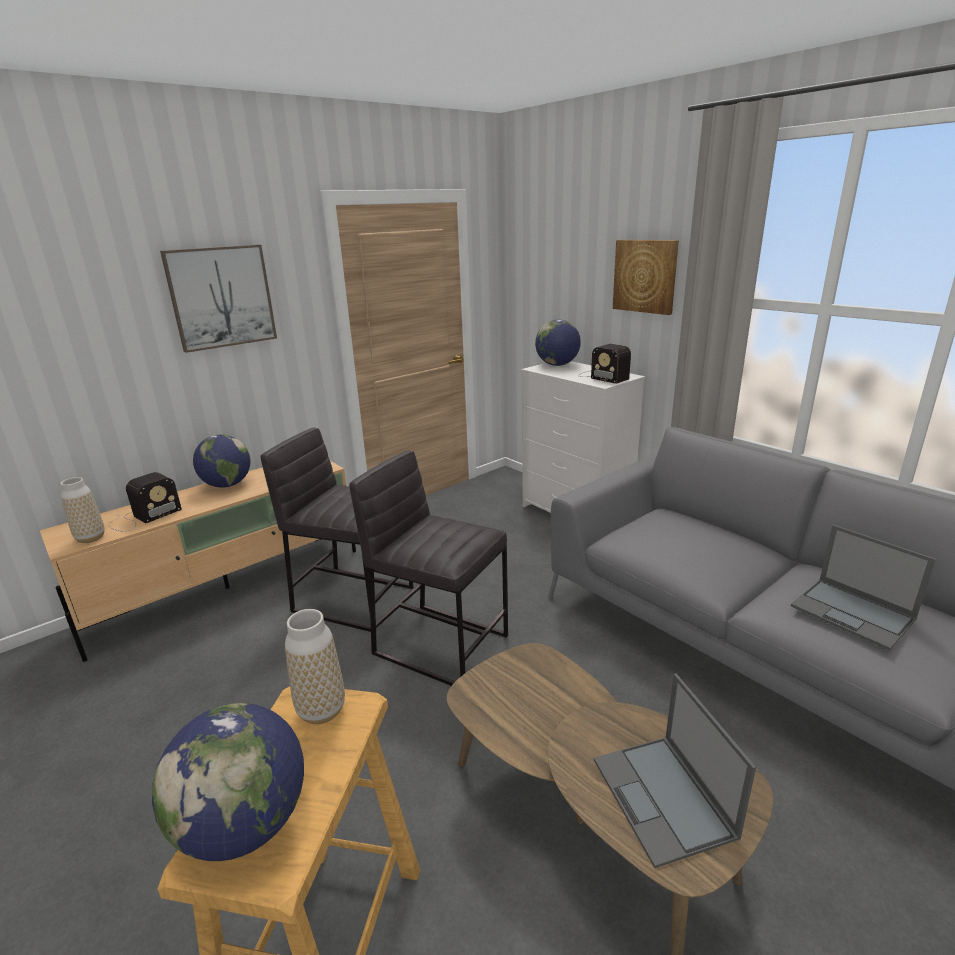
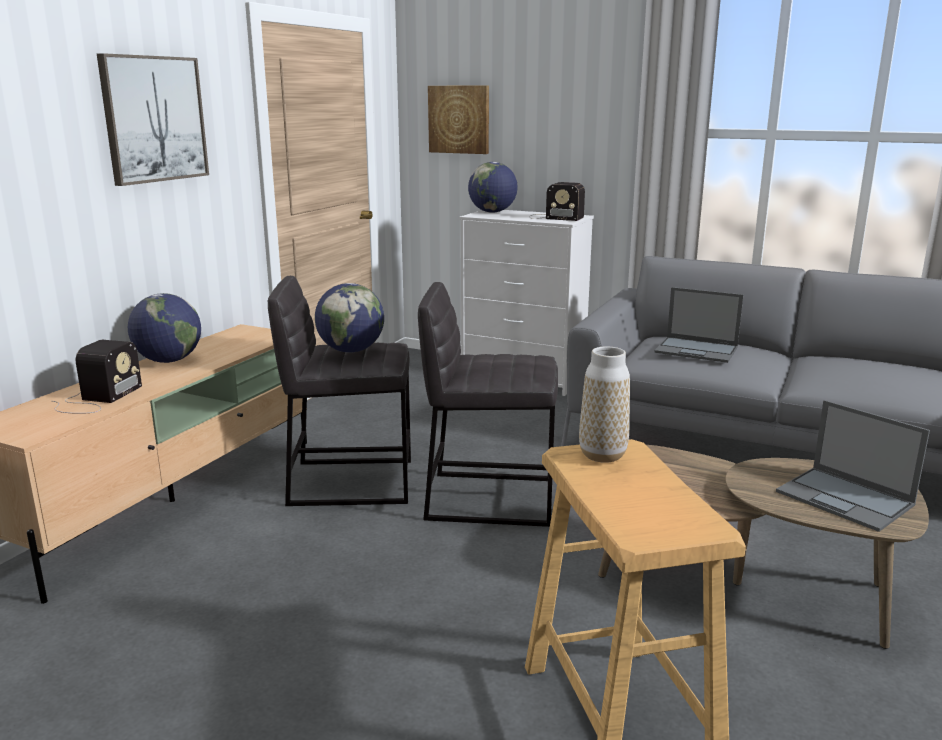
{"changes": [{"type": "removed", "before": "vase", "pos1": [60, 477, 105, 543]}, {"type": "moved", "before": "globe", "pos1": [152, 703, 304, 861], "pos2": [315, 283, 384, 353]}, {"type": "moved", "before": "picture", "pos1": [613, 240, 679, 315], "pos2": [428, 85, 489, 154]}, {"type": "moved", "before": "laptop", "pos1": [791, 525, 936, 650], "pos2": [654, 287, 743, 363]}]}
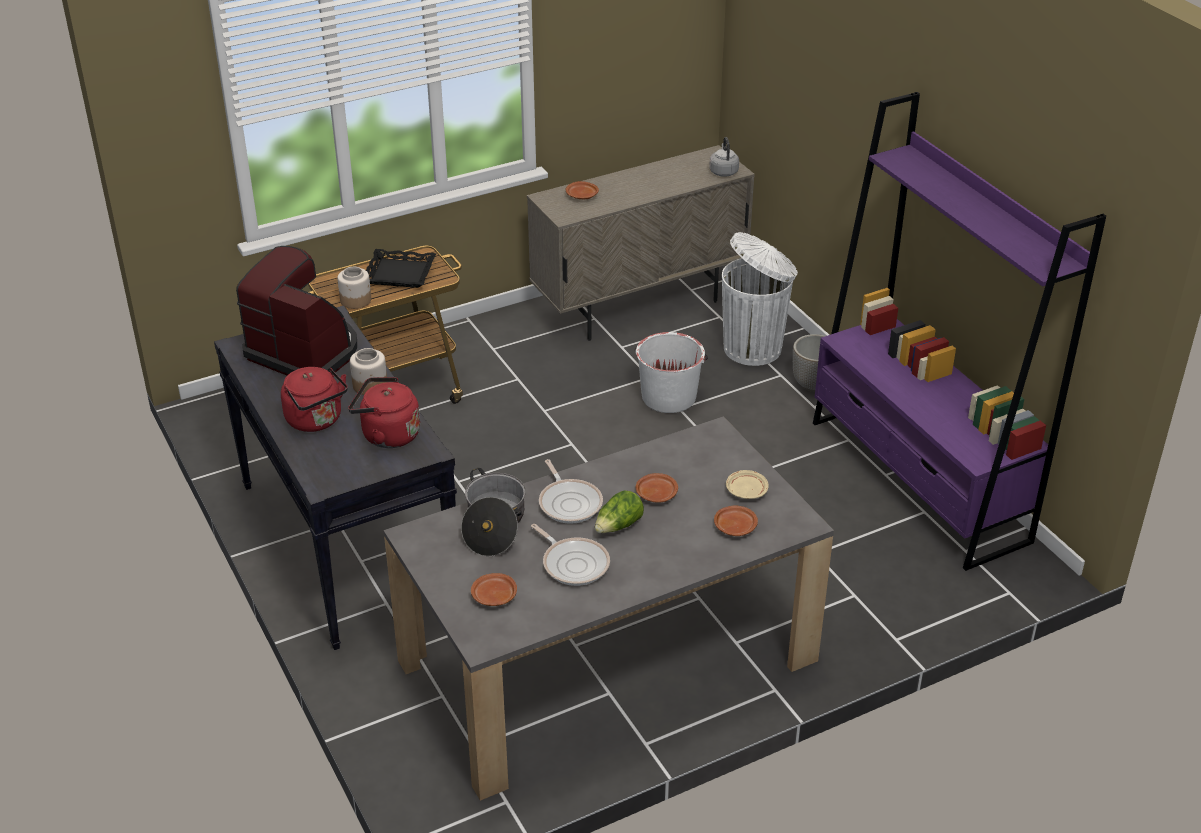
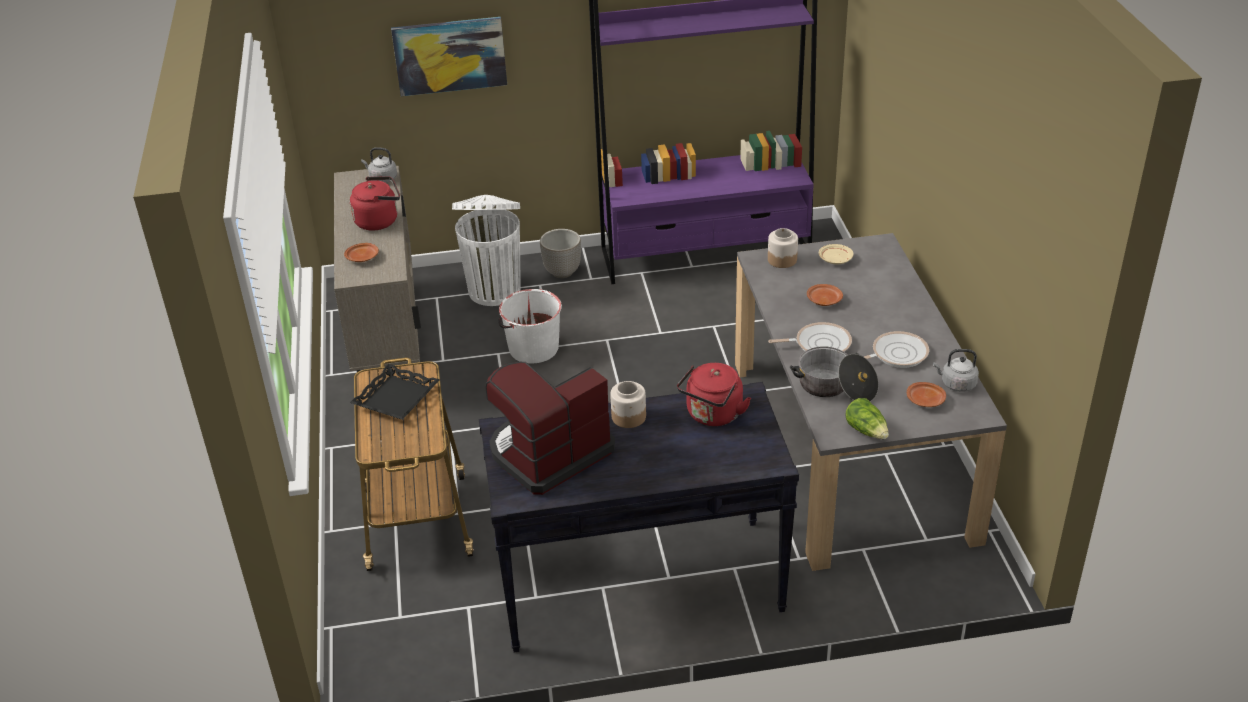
{"changes": [{"type": "removed", "before": "brown plate", "pos1": [714, 506, 758, 536]}, {"type": "added", "after": "picture", "pos2": [391, 17, 507, 96]}, {"type": "added", "after": "grey kettle", "pos2": [933, 349, 979, 392]}, {"type": "moved", "before": "red kettle", "pos1": [281, 367, 348, 432], "pos2": [350, 176, 400, 231]}, {"type": "moved", "before": "jar", "pos1": [337, 267, 371, 309], "pos2": [768, 228, 798, 268]}, {"type": "moved", "before": "lettuce", "pos1": [595, 491, 644, 533], "pos2": [845, 398, 889, 439]}]}
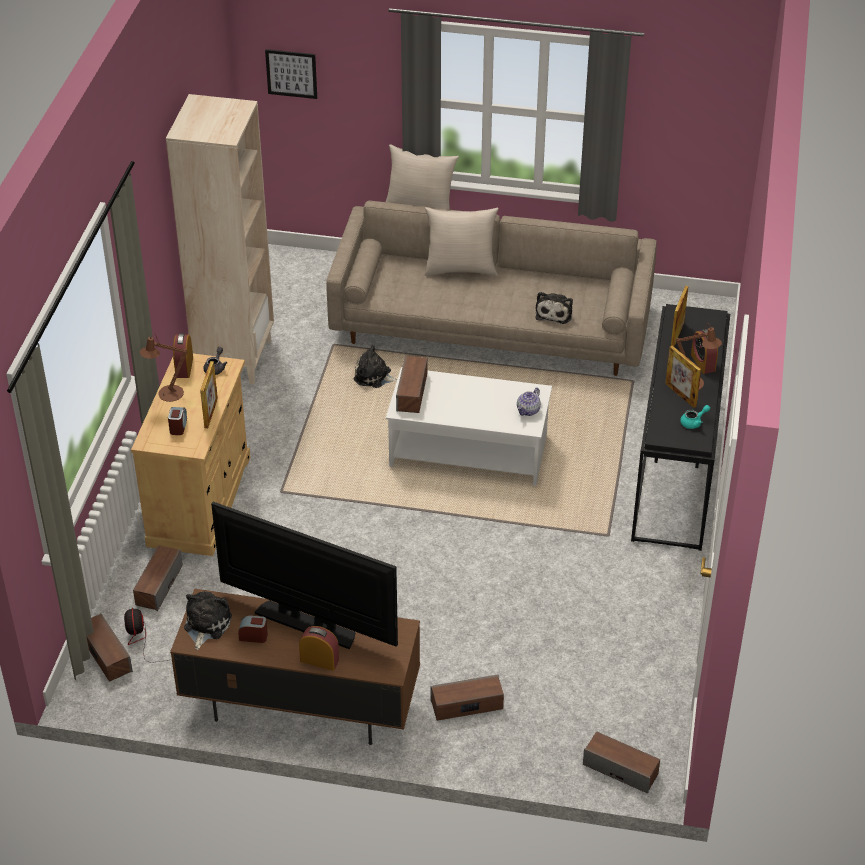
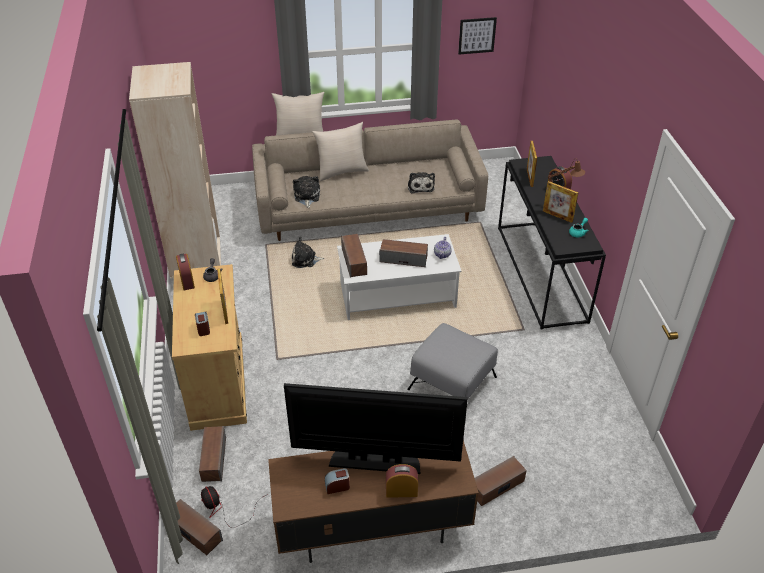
{"changes": [{"type": "removed", "before": "brown table lamp", "pos1": [140, 333, 188, 402]}, {"type": "added", "after": "grey ottoman", "pos2": [407, 323, 498, 399]}, {"type": "moved", "before": "plush toy", "pos1": [184, 591, 232, 650], "pos2": [293, 176, 320, 208]}, {"type": "moved", "before": "picture", "pos1": [265, 49, 317, 99], "pos2": [458, 17, 497, 54]}, {"type": "moved", "before": "speaker", "pos1": [583, 731, 660, 793], "pos2": [379, 239, 428, 267]}]}
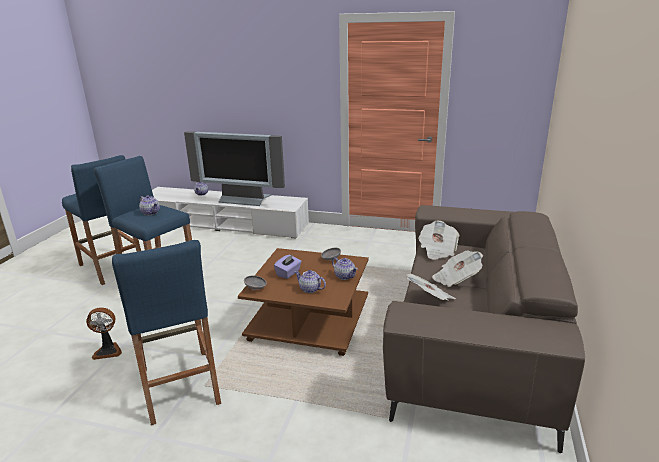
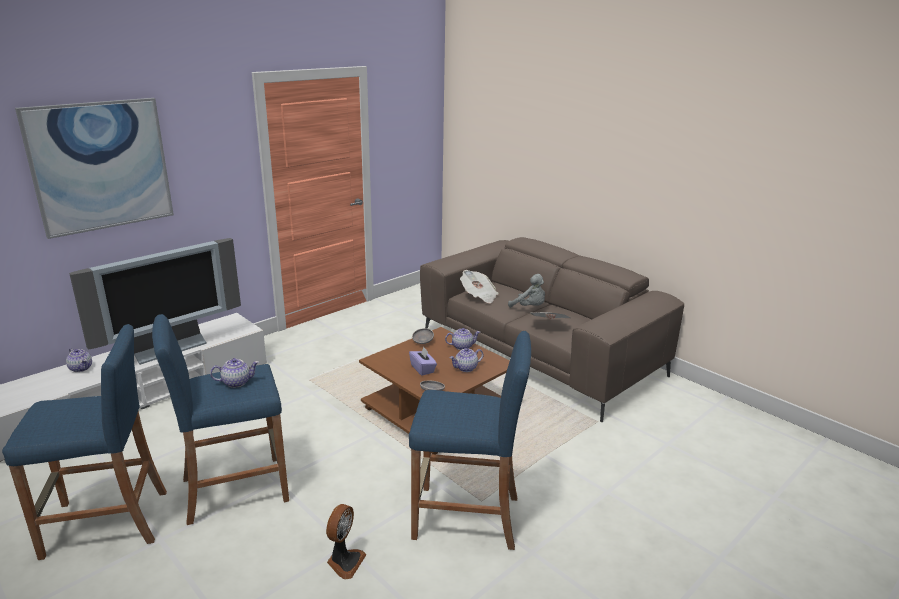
{"changes": [{"type": "added", "after": "picture", "pos2": [15, 98, 174, 239]}, {"type": "replaced", "before": "newspaper", "after": "grey plush toy", "pos1": [432, 250, 483, 287], "pos2": [508, 274, 545, 308]}]}
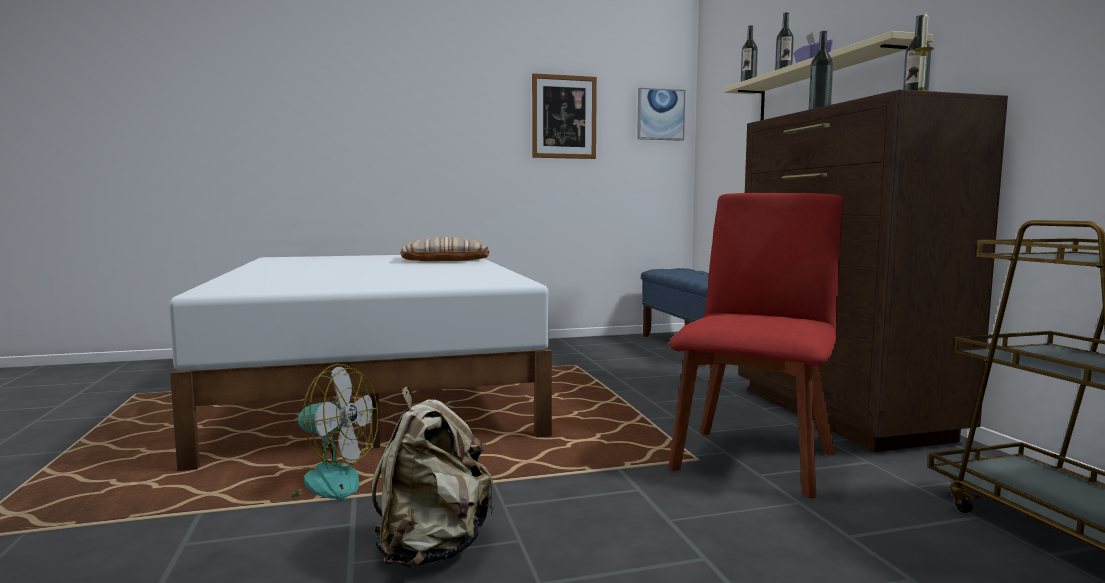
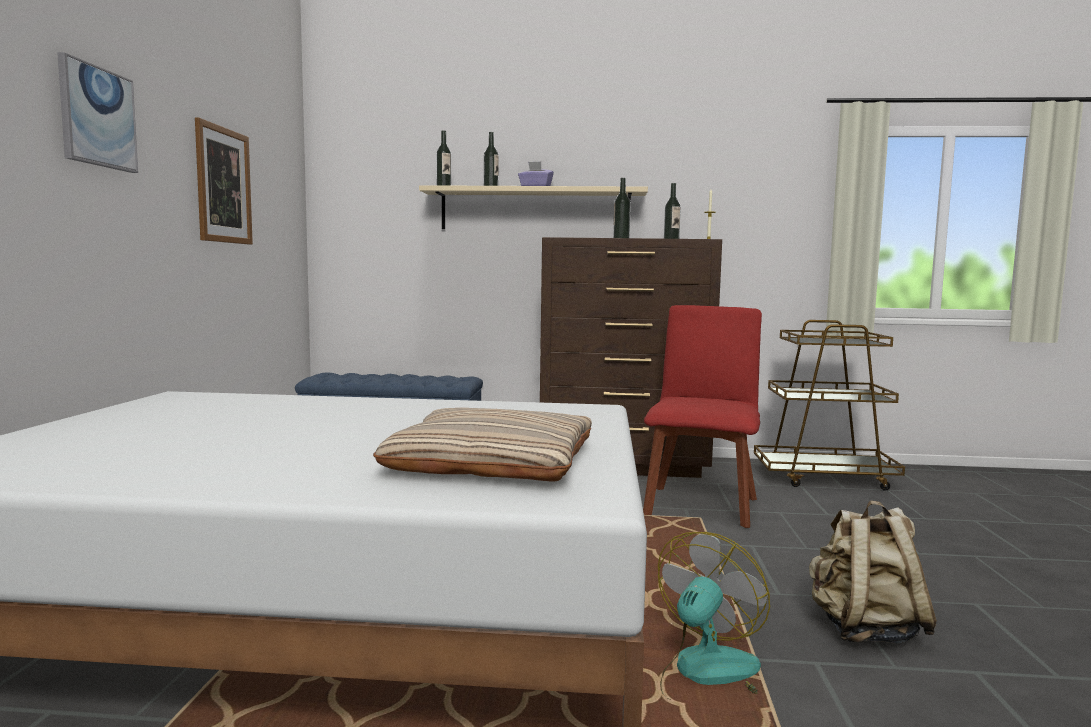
{"changes": [{"type": "moved", "before": "beige pillow", "pos1": [401, 237, 489, 261], "pos2": [373, 408, 592, 481]}, {"type": "moved", "before": "picture", "pos1": [637, 88, 685, 141], "pos2": [57, 52, 138, 173]}, {"type": "turned", "before": "red chair", "pos1": [668, 193, 843, 498], "pos2": [643, 305, 762, 528], "turn": 60}]}
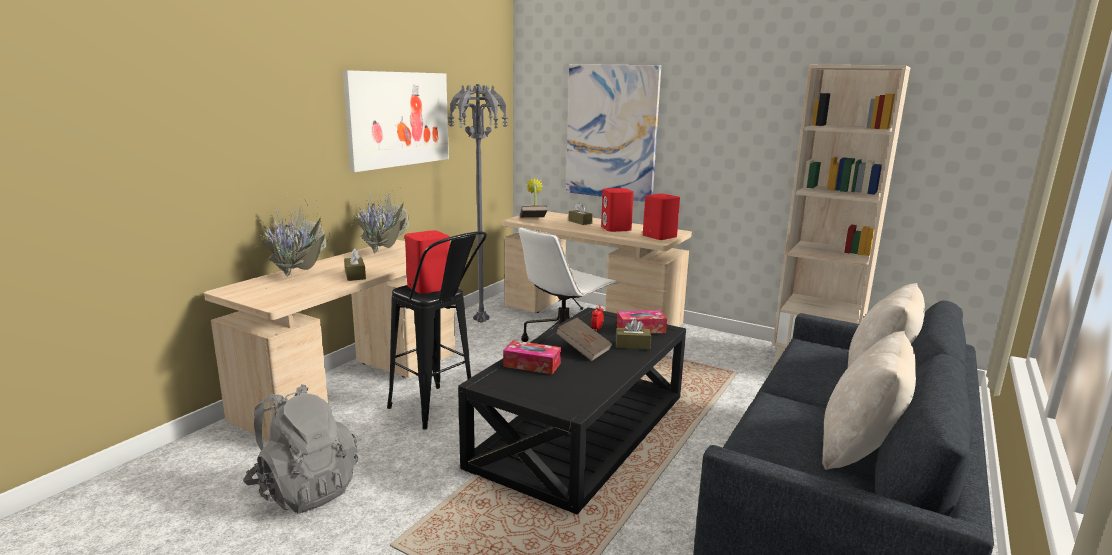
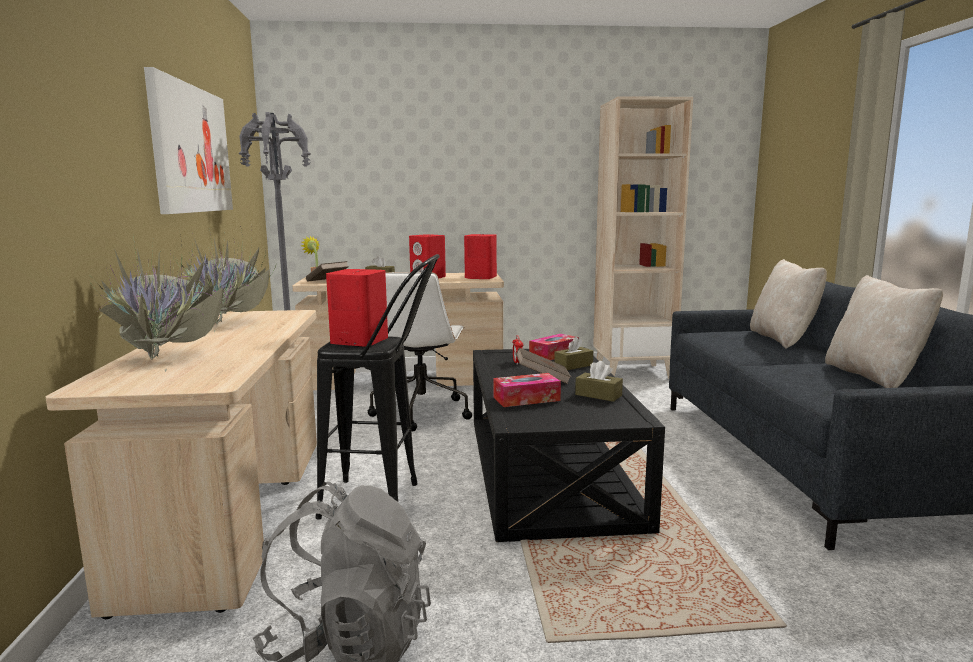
{"changes": [{"type": "removed", "before": "picture", "pos1": [566, 64, 661, 202]}, {"type": "moved", "before": "brown tissue box", "pos1": [344, 249, 366, 281], "pos2": [575, 361, 623, 402]}]}
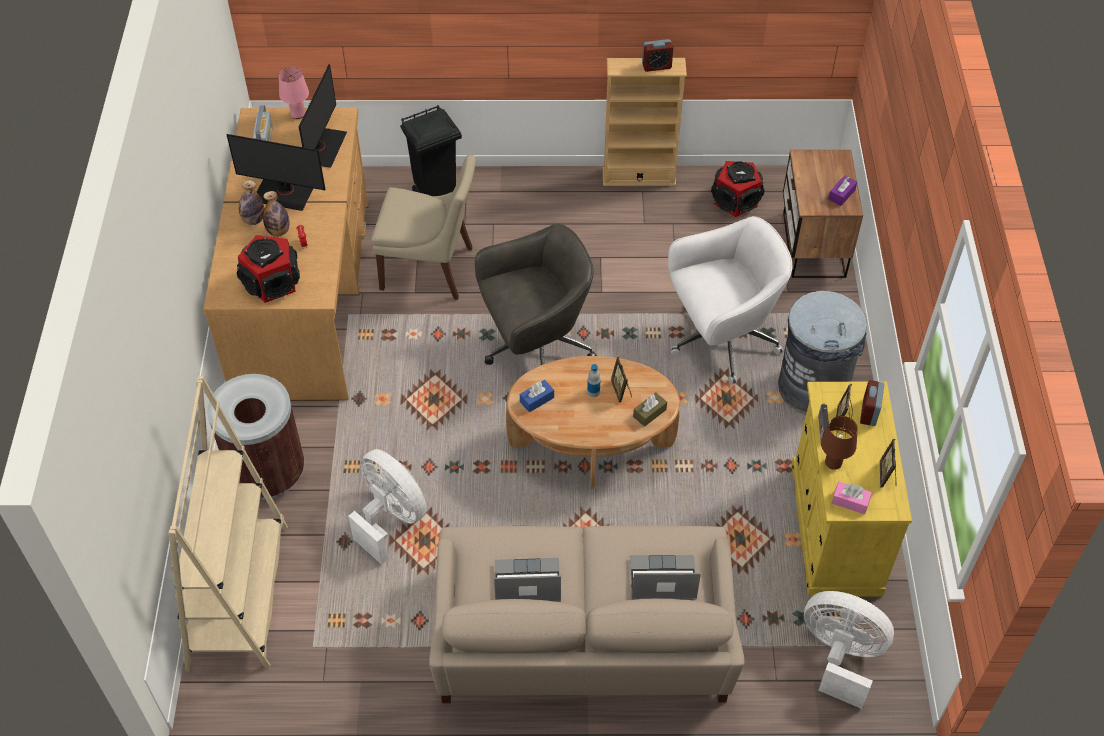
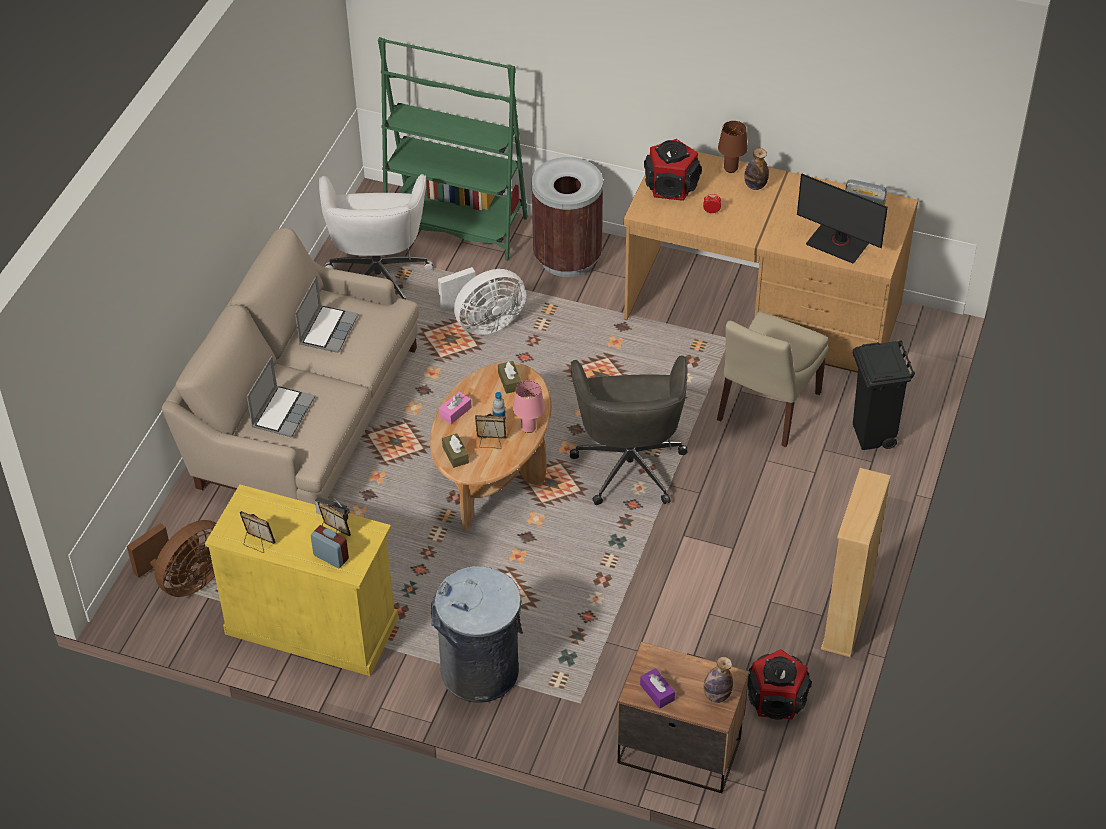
{"changes": [{"type": "removed", "before": "monitor", "pos1": [226, 134, 326, 211]}, {"type": "removed", "before": "alarm clock", "pos1": [642, 39, 673, 72]}, {"type": "moved", "before": "bottle", "pos1": [263, 191, 289, 237], "pos2": [704, 657, 733, 703]}, {"type": "moved", "before": "pink table lamp", "pos1": [279, 67, 309, 119], "pos2": [513, 380, 545, 433]}, {"type": "moved", "before": "white office chair", "pos1": [668, 216, 793, 385], "pos2": [319, 174, 433, 299]}, {"type": "moved", "before": "brown table lamp", "pos1": [821, 416, 858, 470], "pos2": [718, 121, 748, 173]}, {"type": "moved", "before": "pink tissue box", "pos1": [832, 482, 872, 514], "pos2": [439, 391, 472, 424]}, {"type": "recoloured", "before": "beige bookcase", "after": "green bookcase", "pos1": [169, 376, 288, 672], "pos2": [378, 37, 528, 261]}, {"type": "recoloured", "before": "blue tissue box", "after": "brown tissue box", "pos1": [520, 380, 554, 412], "pos2": [498, 361, 521, 394]}, {"type": "recoloured", "before": "white fan", "after": "brown fan", "pos1": [804, 591, 894, 709], "pos2": [127, 520, 216, 597]}]}
